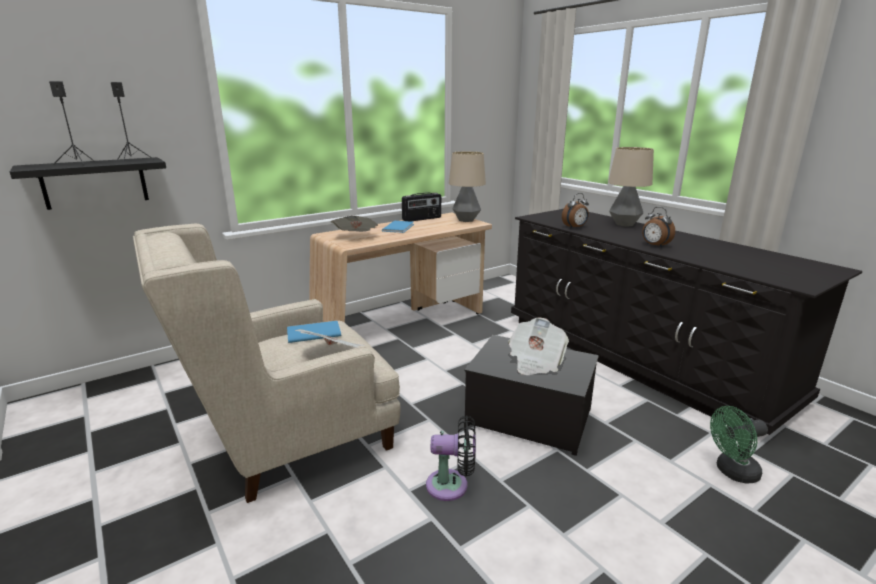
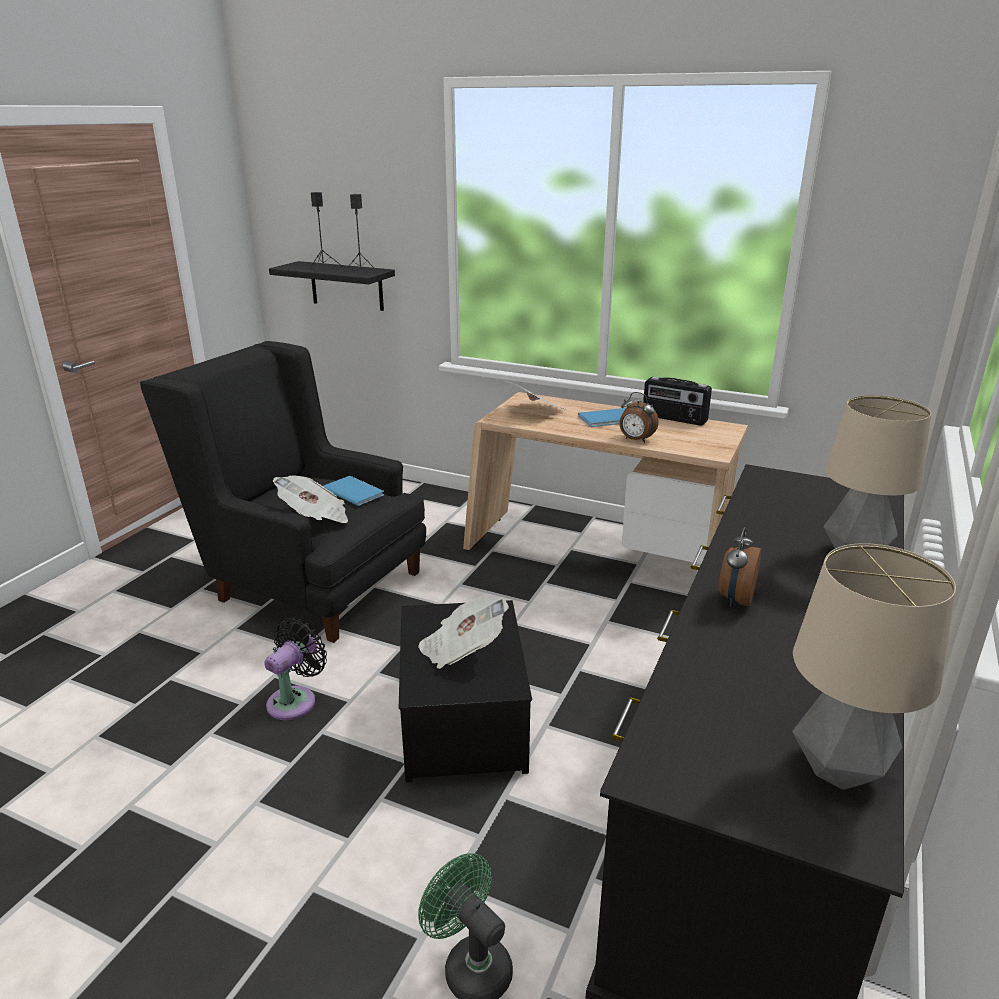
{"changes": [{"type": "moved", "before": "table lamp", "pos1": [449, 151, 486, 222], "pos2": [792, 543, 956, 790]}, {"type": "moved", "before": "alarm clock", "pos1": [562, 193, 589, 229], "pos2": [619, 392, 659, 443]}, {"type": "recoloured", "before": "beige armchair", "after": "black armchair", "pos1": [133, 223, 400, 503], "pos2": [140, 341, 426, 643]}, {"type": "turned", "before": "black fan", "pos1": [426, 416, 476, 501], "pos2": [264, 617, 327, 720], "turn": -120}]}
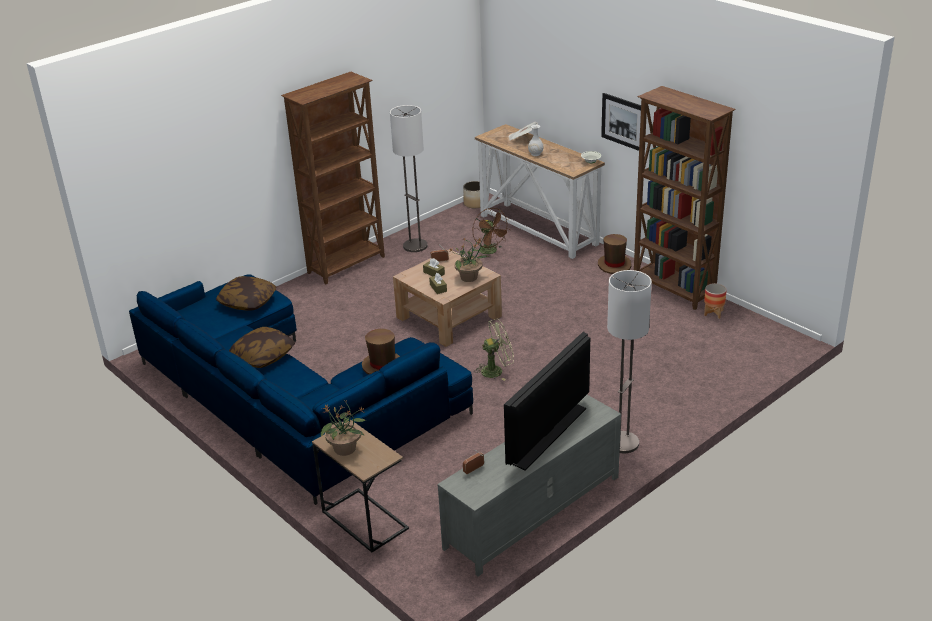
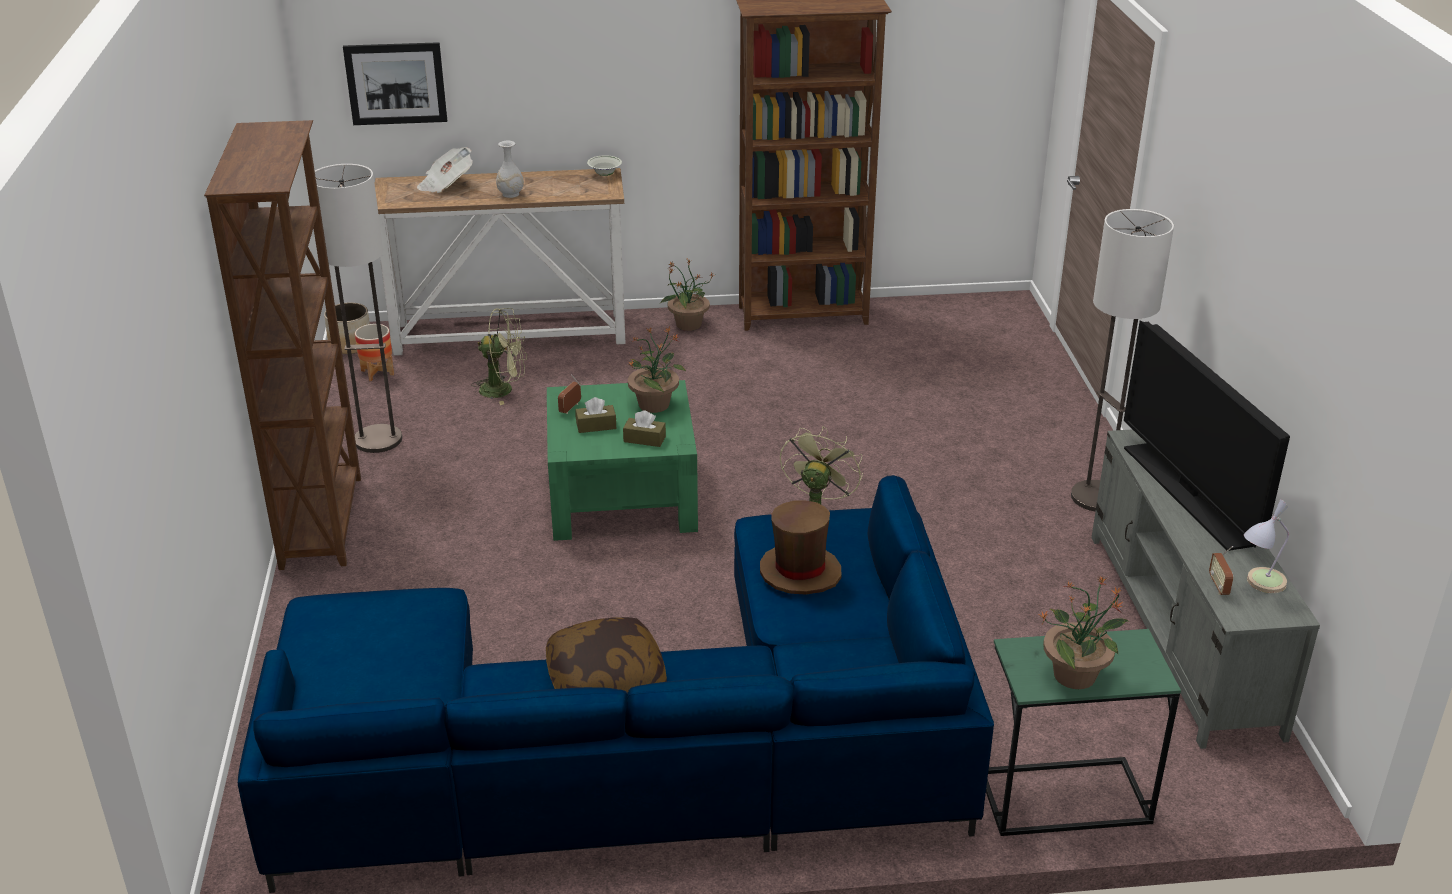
{"changes": [{"type": "removed", "before": "pillow", "pos1": [216, 276, 276, 310]}, {"type": "added", "after": "table lamp", "pos2": [1244, 499, 1289, 593]}, {"type": "moved", "before": "picture", "pos1": [601, 93, 641, 151], "pos2": [343, 42, 447, 125]}, {"type": "moved", "before": "planter", "pos1": [704, 283, 727, 319], "pos2": [355, 324, 394, 381]}, {"type": "replaced", "before": "brown hat", "after": "potted plant", "pos1": [598, 234, 632, 274], "pos2": [660, 259, 714, 331]}, {"type": "recoloured", "before": "brown side table", "after": "green side table", "pos1": [312, 420, 409, 552], "pos2": [986, 629, 1181, 836]}, {"type": "recoloured", "before": "brown coffee table", "after": "green coffee table", "pos1": [393, 249, 502, 347], "pos2": [547, 380, 698, 541]}, {"type": "recoloured", "before": "brown fan", "after": "green fan", "pos1": [472, 208, 510, 257], "pos2": [471, 308, 527, 405]}]}
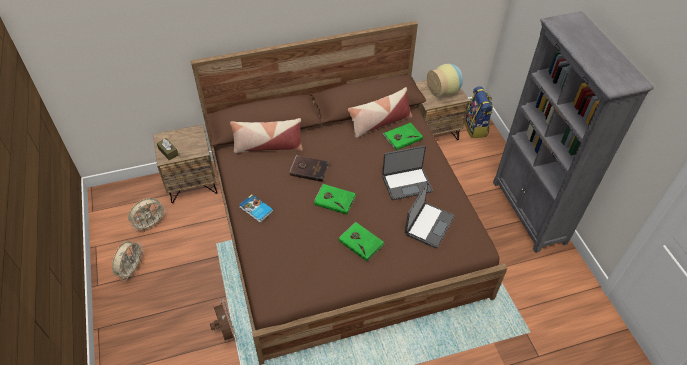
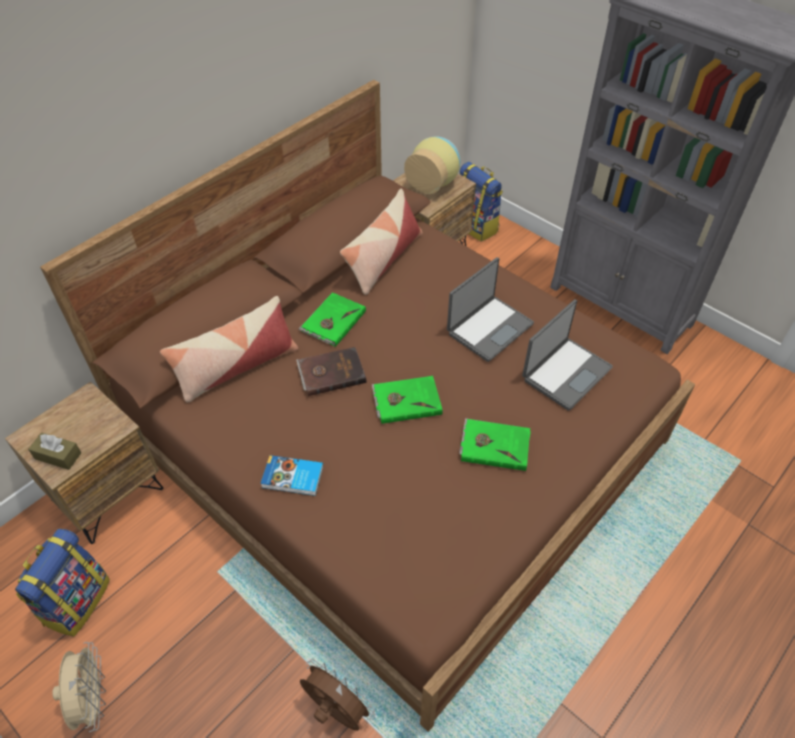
{"changes": [{"type": "moved", "before": "green book", "pos1": [383, 123, 423, 150], "pos2": [299, 292, 366, 347]}, {"type": "replaced", "before": "beige fan", "after": "backpack", "pos1": [128, 198, 167, 232], "pos2": [15, 529, 110, 637]}, {"type": "turned", "before": "laptop", "pos1": [405, 181, 455, 248], "pos2": [522, 299, 613, 411], "turn": 45}]}
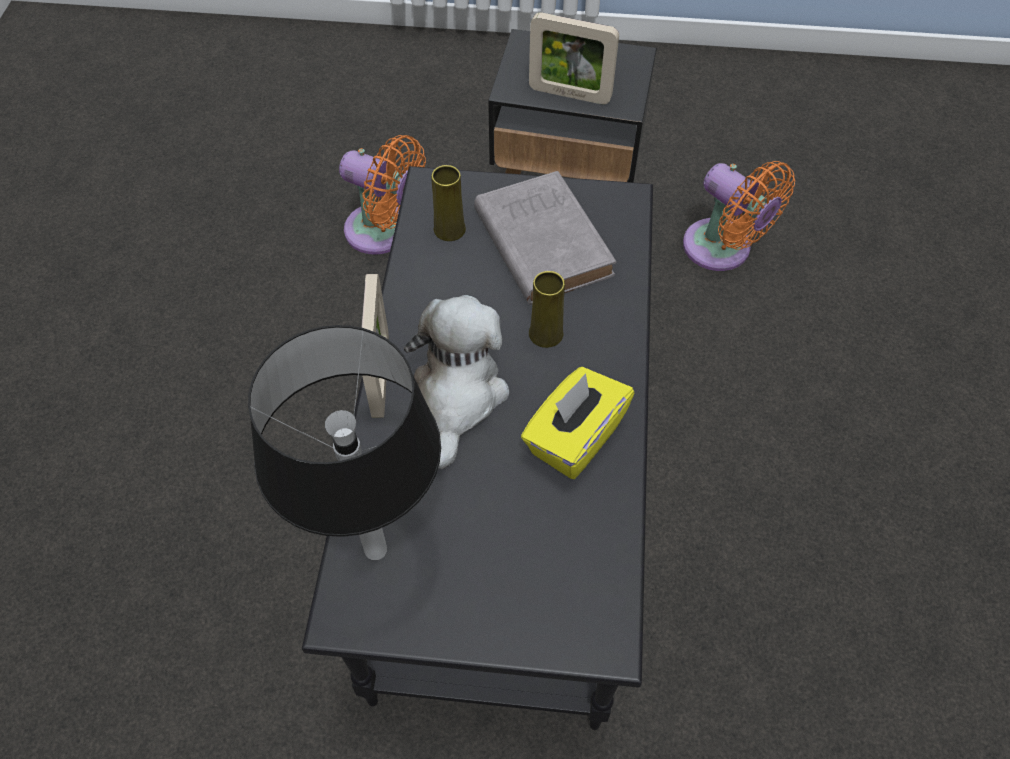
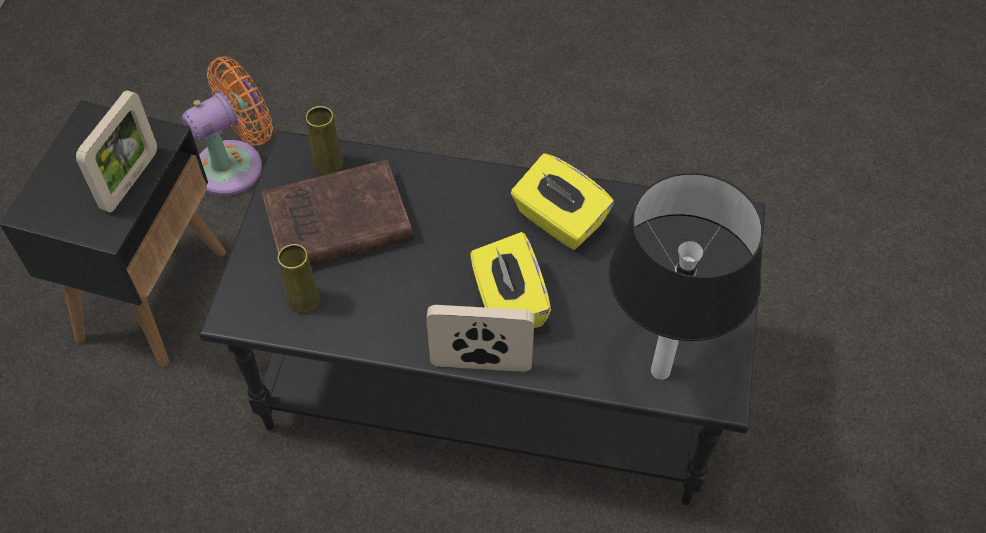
{"changes": [{"type": "removed", "before": "orange fan", "pos1": [339, 135, 426, 255]}, {"type": "moved", "before": "yellow vase", "pos1": [529, 271, 565, 348], "pos2": [306, 106, 343, 175]}, {"type": "replaced", "before": "plush toy", "after": "yellow tissue box", "pos1": [404, 295, 509, 469], "pos2": [470, 232, 551, 328]}, {"type": "recoloured", "before": "grey book", "after": "brown book", "pos1": [474, 171, 617, 305], "pos2": [261, 160, 413, 266]}]}
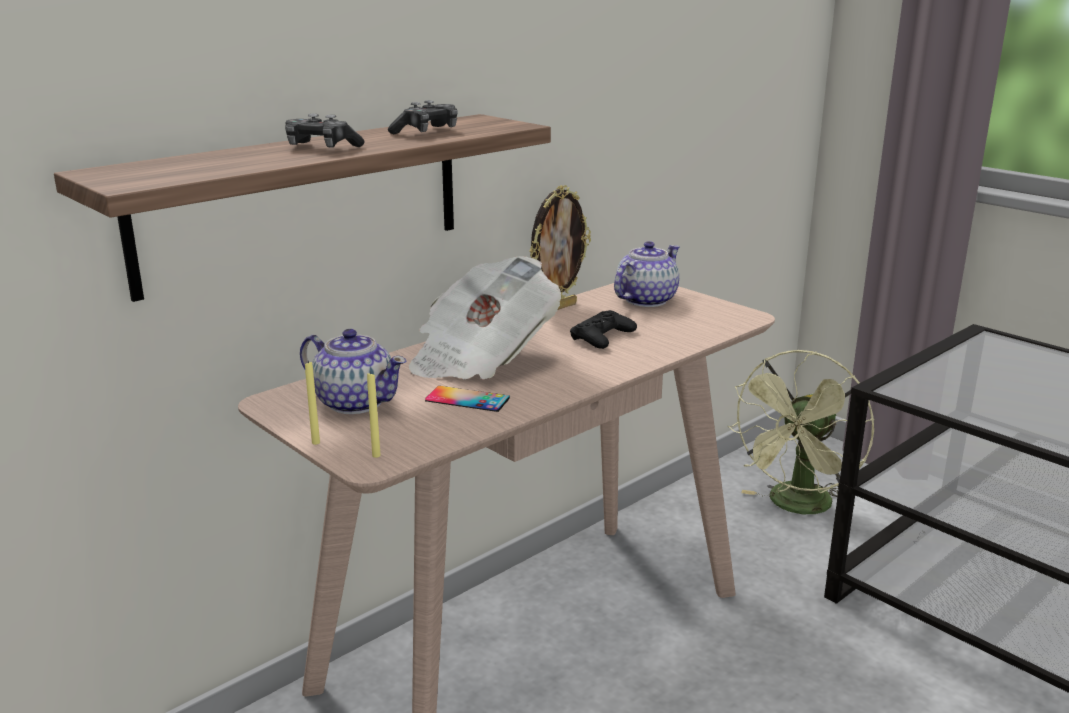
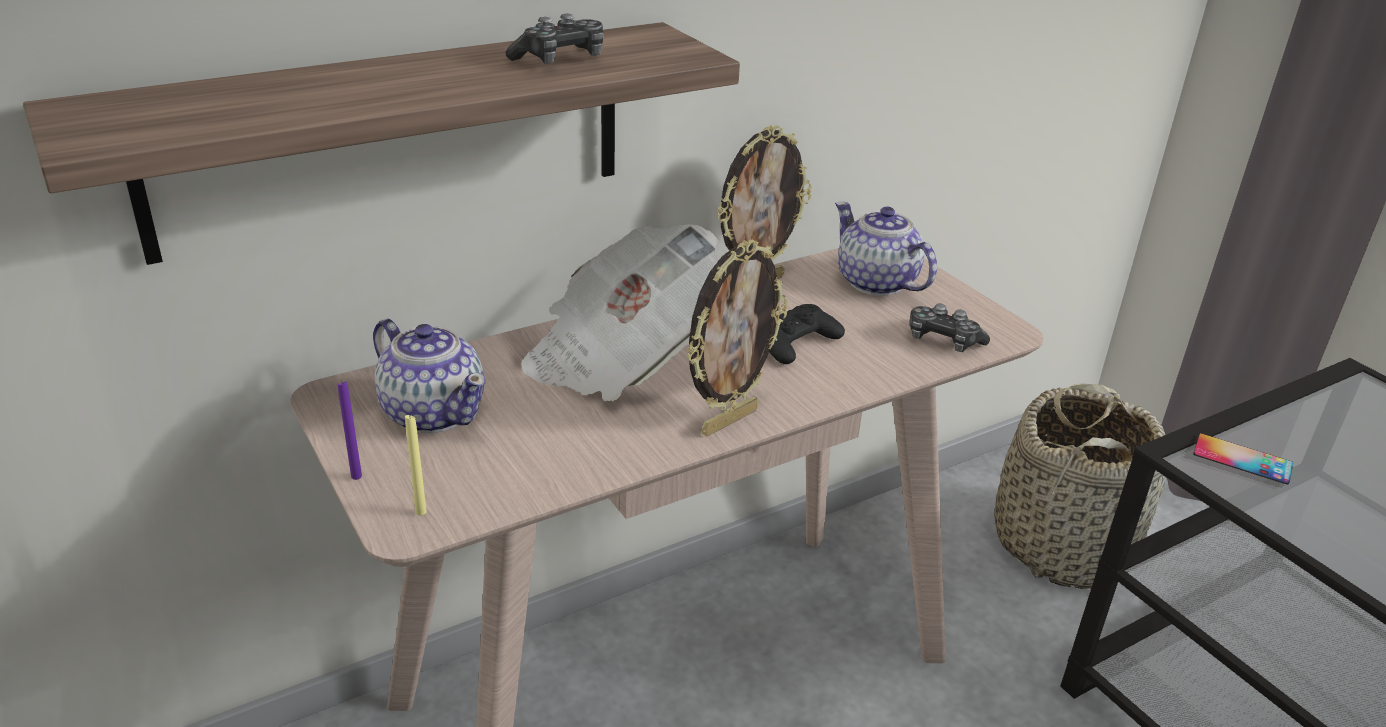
{"changes": [{"type": "added", "after": "picture frame", "pos2": [687, 240, 787, 437]}, {"type": "moved", "before": "game controller", "pos1": [285, 113, 365, 147], "pos2": [909, 304, 990, 352]}, {"type": "moved", "before": "phone", "pos1": [425, 386, 510, 412], "pos2": [1193, 433, 1293, 485]}, {"type": "replaced", "before": "green fan", "after": "basket", "pos1": [728, 350, 875, 514], "pos2": [994, 384, 1166, 590]}, {"type": "recoloured", "before": "yellow candle", "after": "purple candle", "pos1": [305, 361, 320, 445], "pos2": [338, 380, 362, 480]}, {"type": "turned", "before": "teapot", "pos1": [614, 241, 680, 307], "pos2": [835, 202, 937, 296], "turn": -90}]}
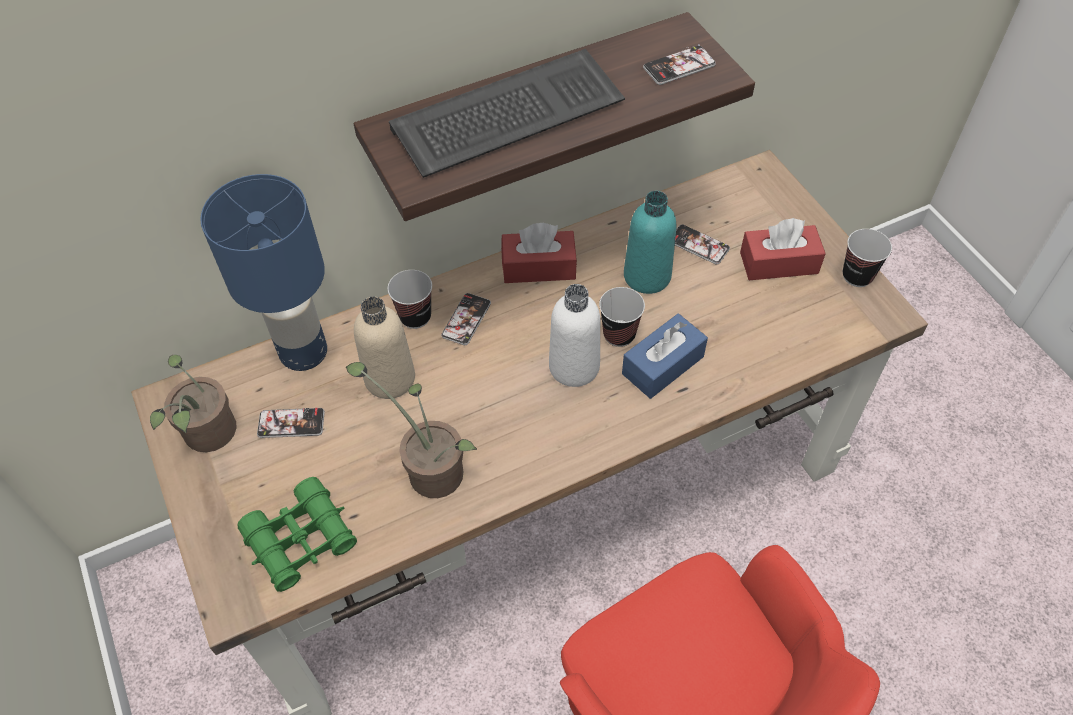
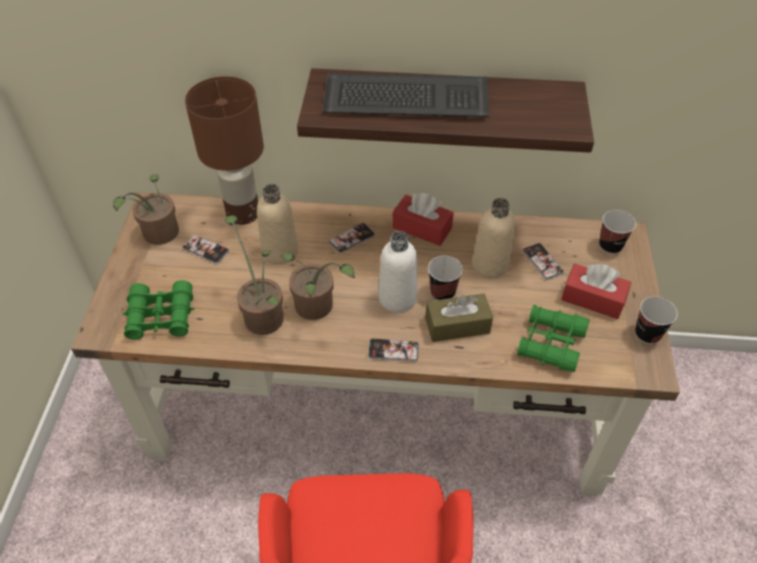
{"changes": [{"type": "added", "after": "potted plant", "pos2": [281, 252, 355, 320]}, {"type": "added", "after": "green binoculars", "pos2": [517, 305, 590, 372]}, {"type": "moved", "before": "cup", "pos1": [387, 270, 432, 329], "pos2": [599, 210, 636, 254]}, {"type": "moved", "before": "phone", "pos1": [643, 44, 716, 85], "pos2": [368, 339, 419, 362]}, {"type": "recoloured", "before": "blue table lamp", "after": "brown table lamp", "pos1": [200, 174, 327, 371], "pos2": [185, 76, 264, 225]}, {"type": "recoloured", "before": "blue tissue box", "after": "brown tissue box", "pos1": [622, 314, 708, 399], "pos2": [425, 294, 493, 342]}, {"type": "recoloured", "before": "turquoise bottle", "after": "beige bottle", "pos1": [624, 191, 676, 294], "pos2": [472, 198, 515, 279]}]}
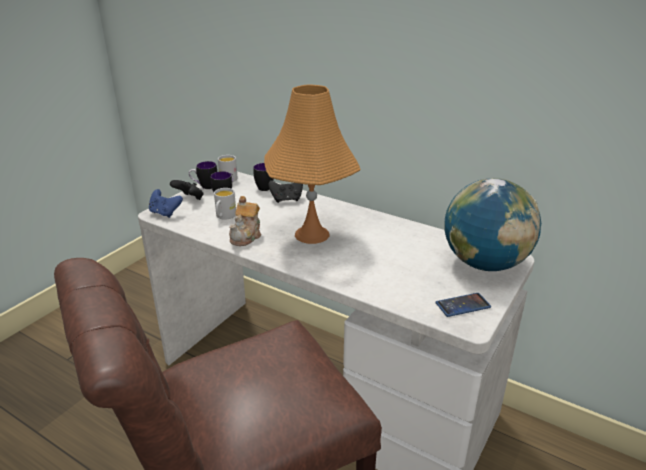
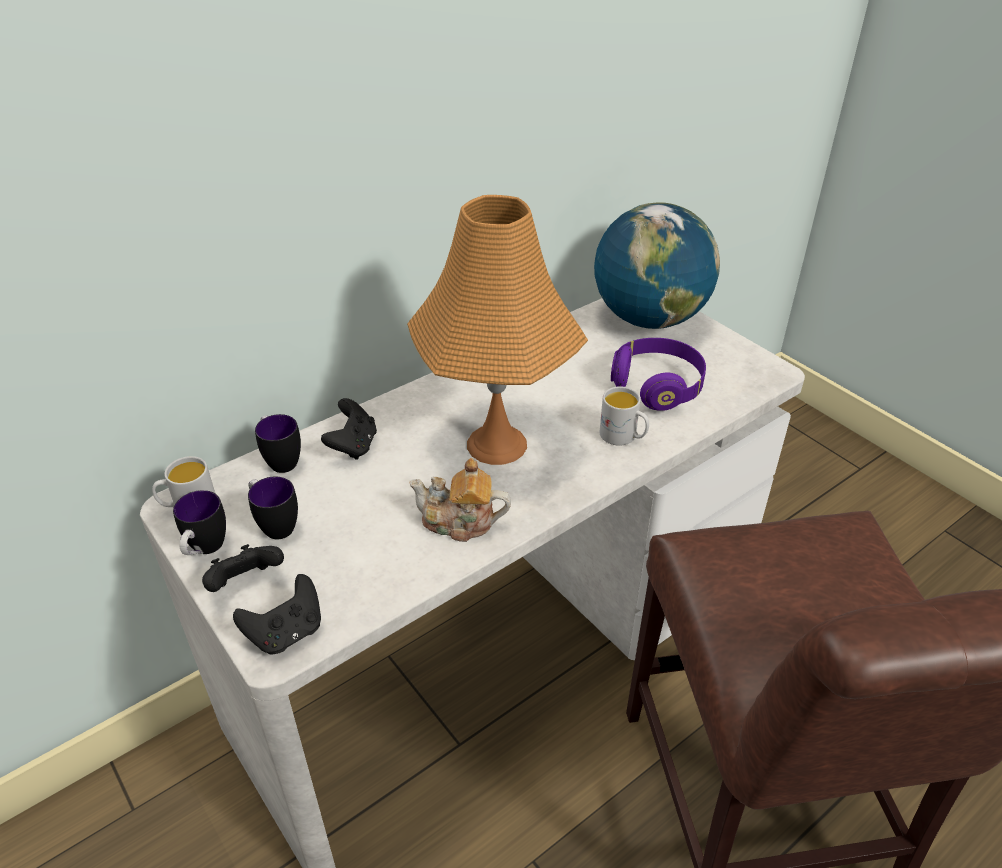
{"changes": [{"type": "removed", "before": "phone", "pos1": [436, 293, 491, 317]}, {"type": "added", "after": "purple headphones", "pos2": [611, 338, 706, 411]}, {"type": "moved", "before": "white mug", "pos1": [214, 188, 236, 220], "pos2": [600, 386, 649, 446]}, {"type": "recoloured", "before": "blue game controller", "after": "black game controller", "pos1": [149, 189, 183, 218], "pos2": [233, 574, 321, 654]}, {"type": "turned", "before": "teapot", "pos1": [229, 196, 262, 246], "pos2": [409, 458, 511, 542], "turn": 150}]}
